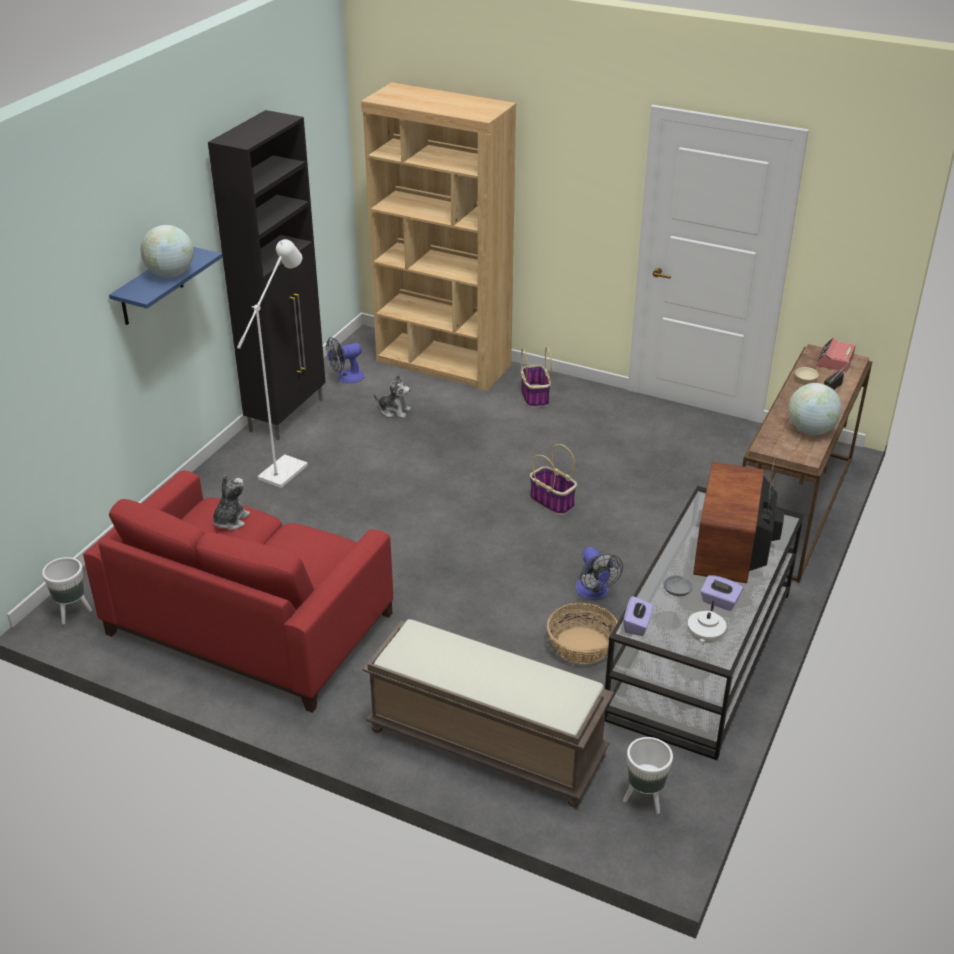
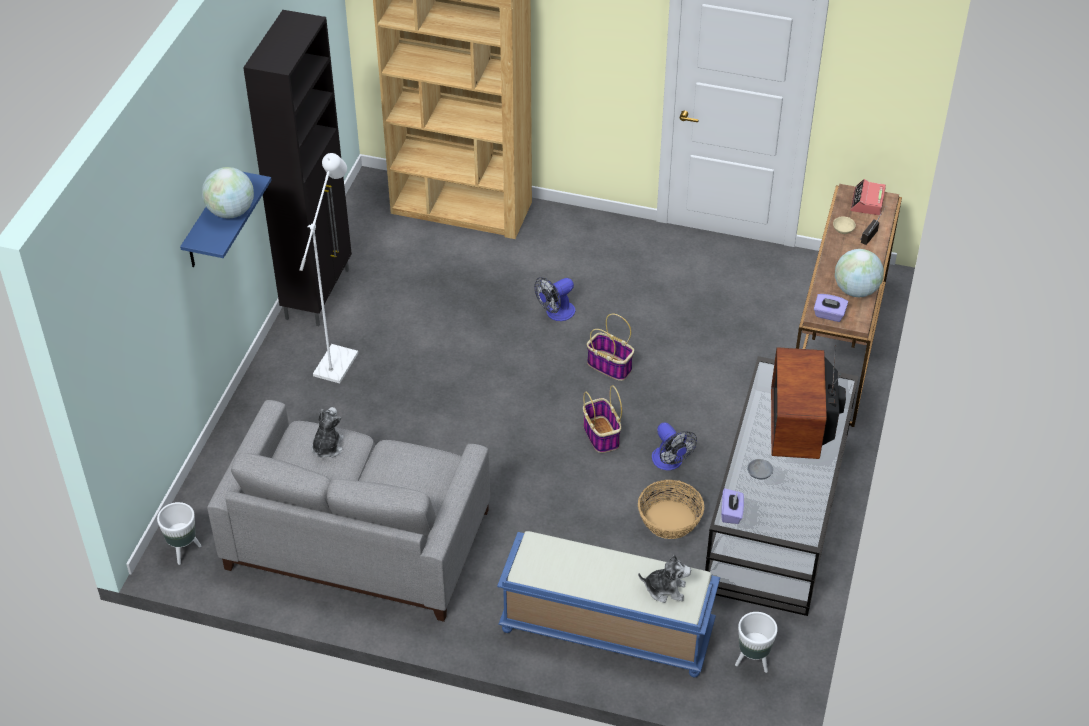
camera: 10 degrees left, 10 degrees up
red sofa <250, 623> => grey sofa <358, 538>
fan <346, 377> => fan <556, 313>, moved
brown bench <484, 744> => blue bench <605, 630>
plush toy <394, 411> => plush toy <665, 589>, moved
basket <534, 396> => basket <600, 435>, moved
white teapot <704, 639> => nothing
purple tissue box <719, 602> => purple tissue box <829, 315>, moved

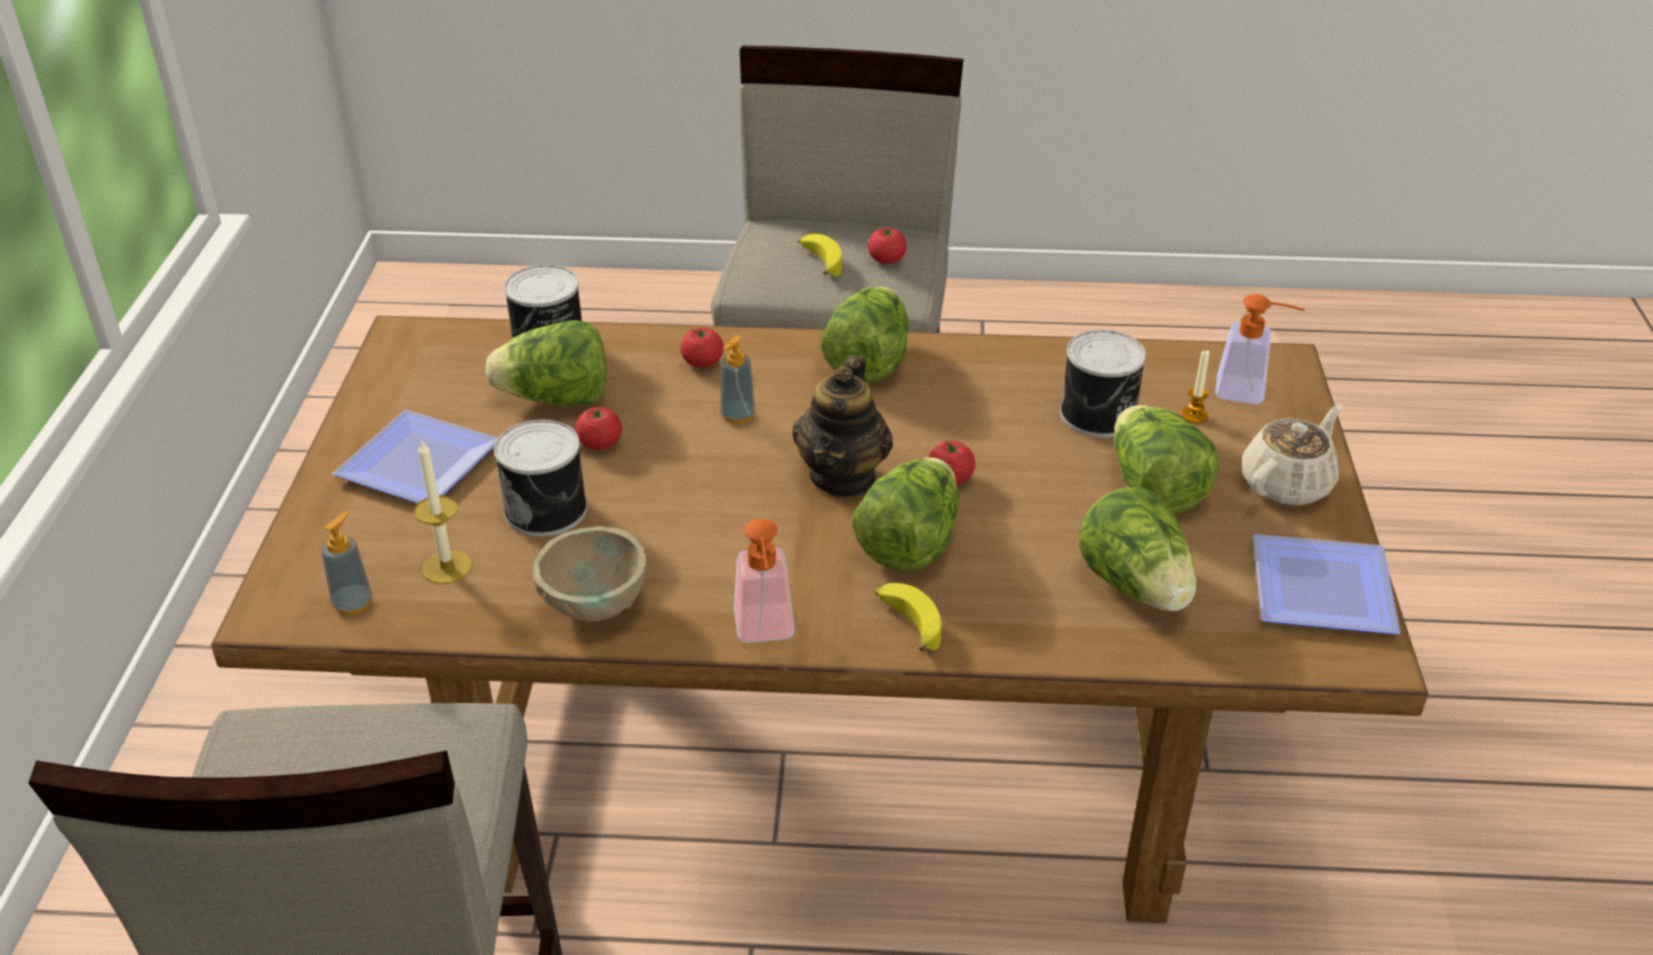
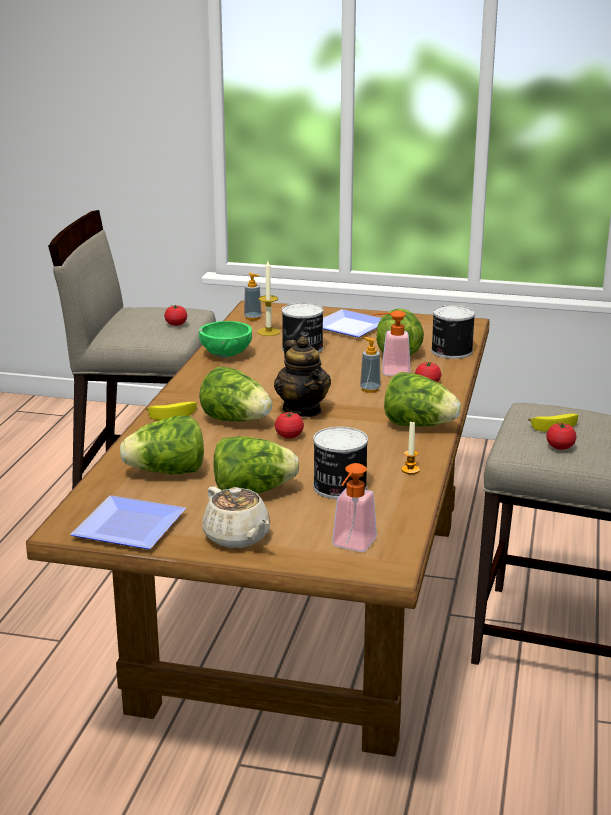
camera: 100 degrees right, 15 degrees down
beige bowl <593, 606> => green bowl <226, 355>
tomato <600, 443> => tomato <176, 324>, moved
soap dispenser <765, 633> => soap dispenser <389, 371>, moved
teapot <843, 476> => teapot <302, 410>, 135 degrees counterclockwise
candle <1194, 415> => candle <410, 470>, moved

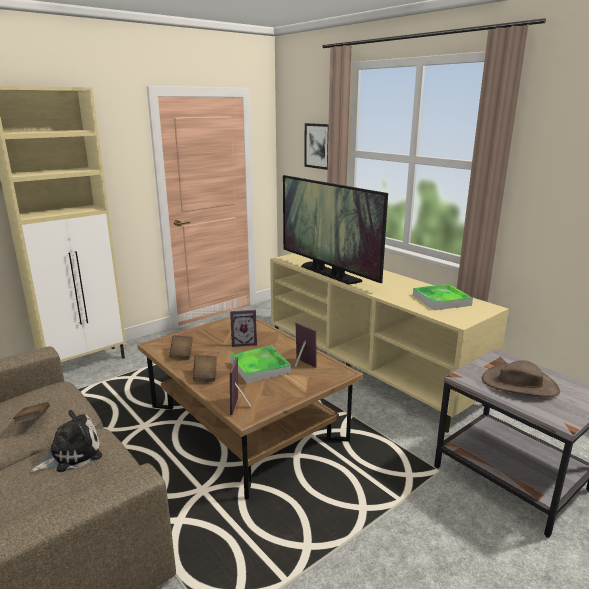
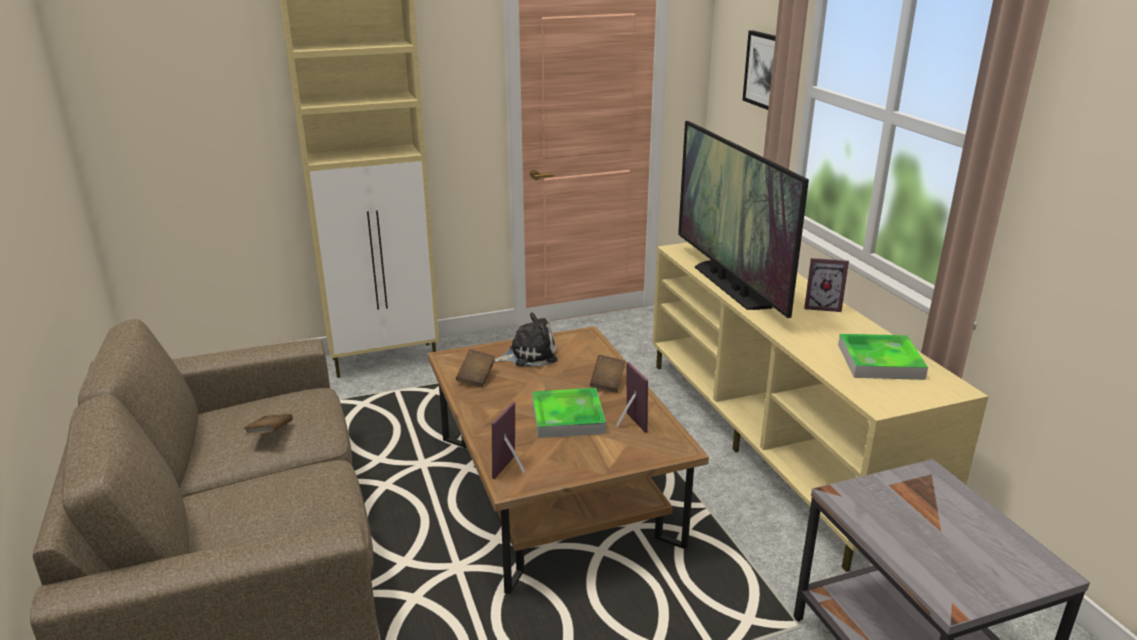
camera: 20 degrees right, 5 degrees up
plush toy <72, 454> => plush toy <529, 355>, moved
brown book <205, 375> => brown book <607, 383>, moved
picture frame <244, 343> => picture frame <822, 306>, moved
brown hat <520, 384> => nothing

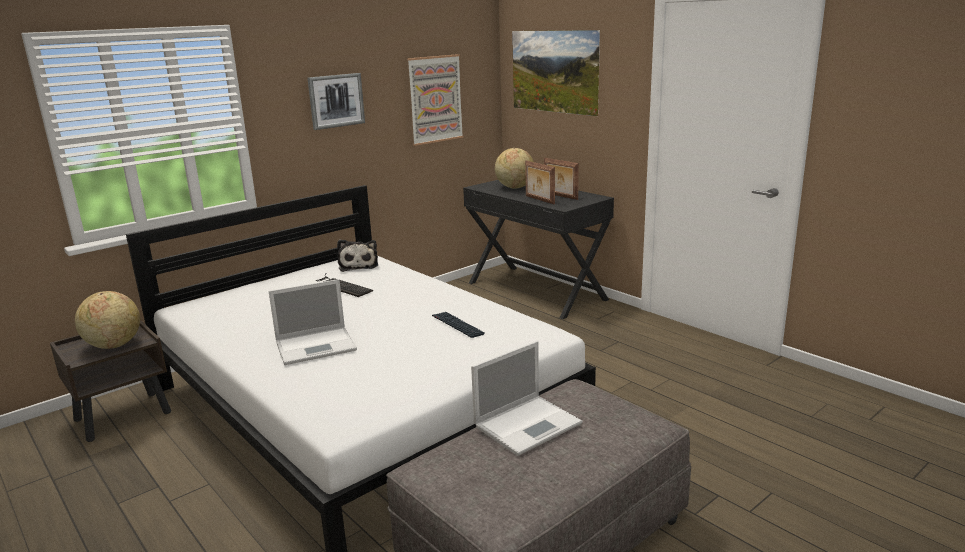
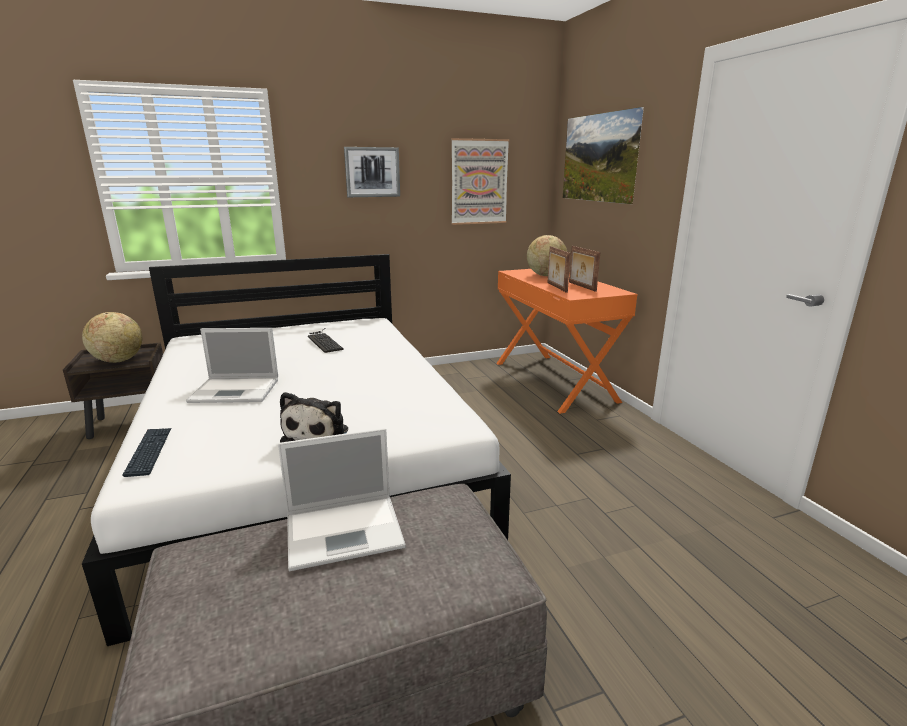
camera: 20 degrees right, 0 degrees up
plush toy <358, 265> => plush toy <318, 434>, moved
keyboard <457, 325> => keyboard <149, 452>, moved
black desk <537, 291> => orange desk <554, 381>

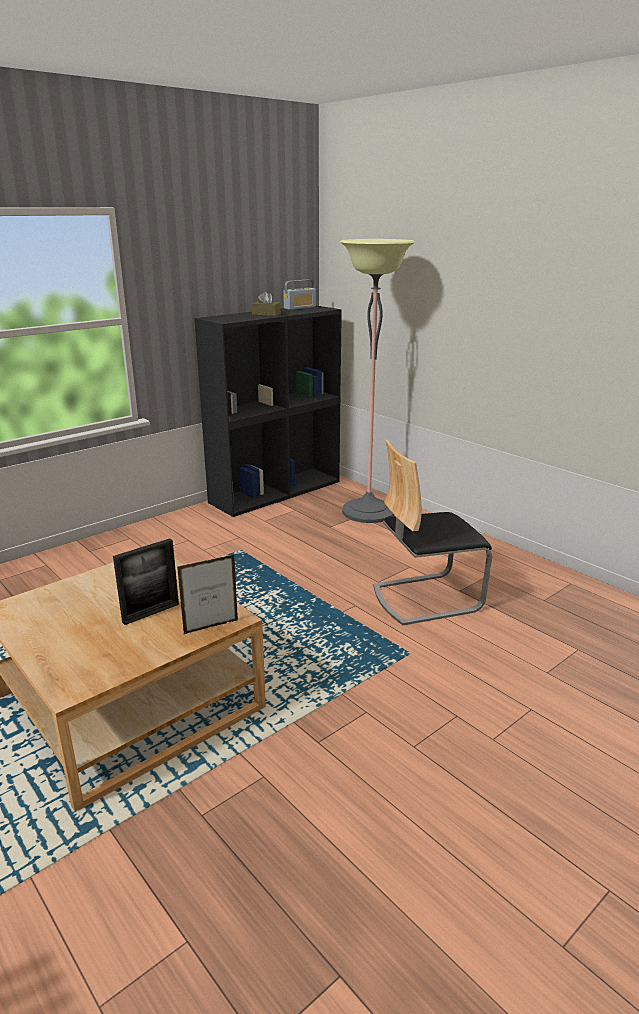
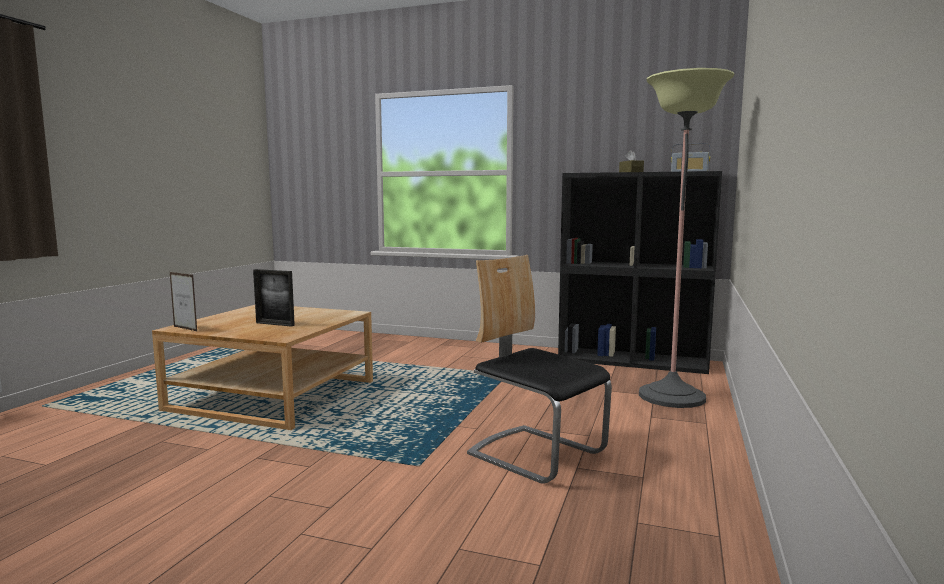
camera: 60 degrees right, 15 degrees down
picture frame <211, 627> => picture frame <185, 329>, moved

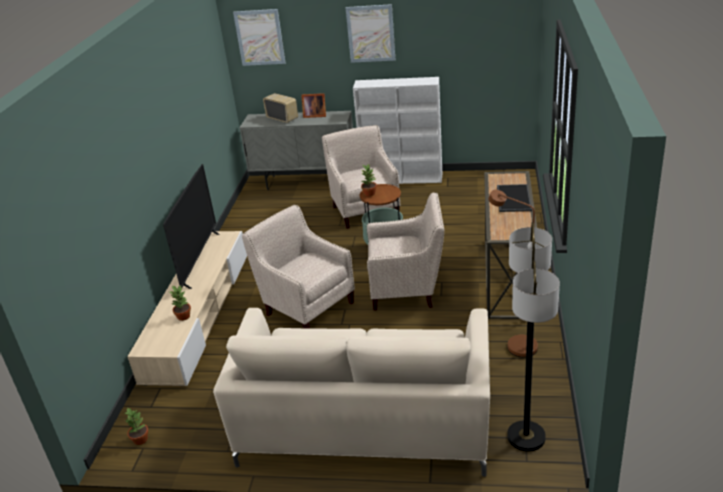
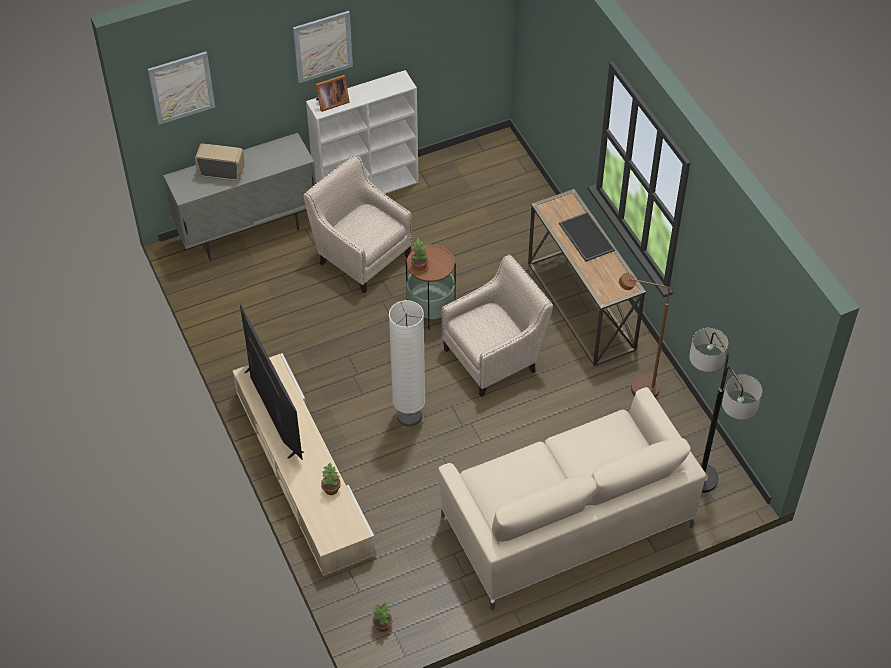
camera: 35 degrees left, 20 degrees up
beige armchair <307, 305> => white floor lamp <409, 416>
picture frame <314, 115> => picture frame <331, 103>, moved

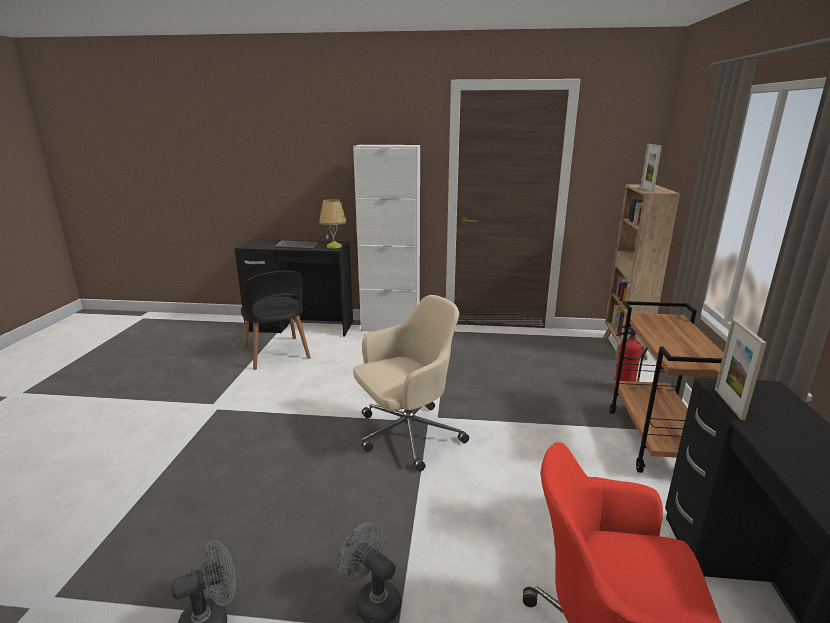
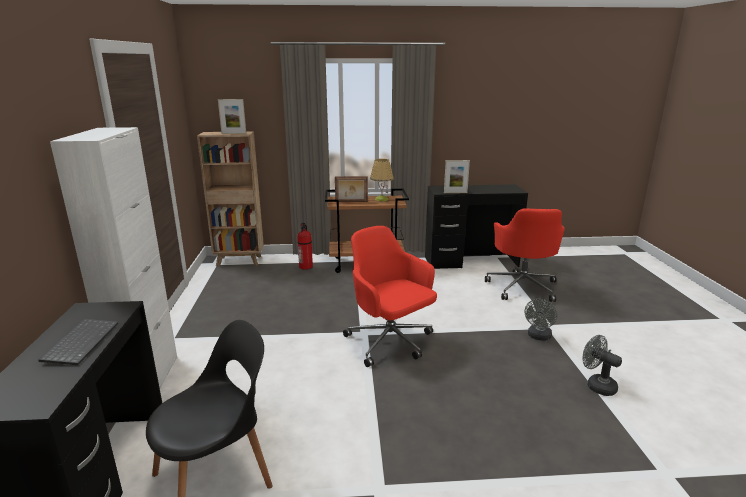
camera: 100 degrees left, 0 degrees up
table lamp <334, 246> => table lamp <381, 199>, moved
beige office chair <406, 435> => red office chair <390, 342>
nothing => picture frame <351, 202>

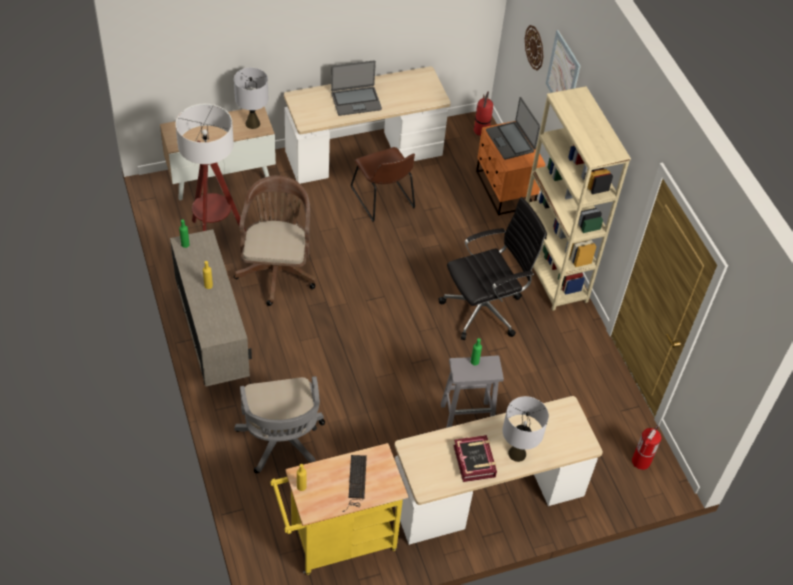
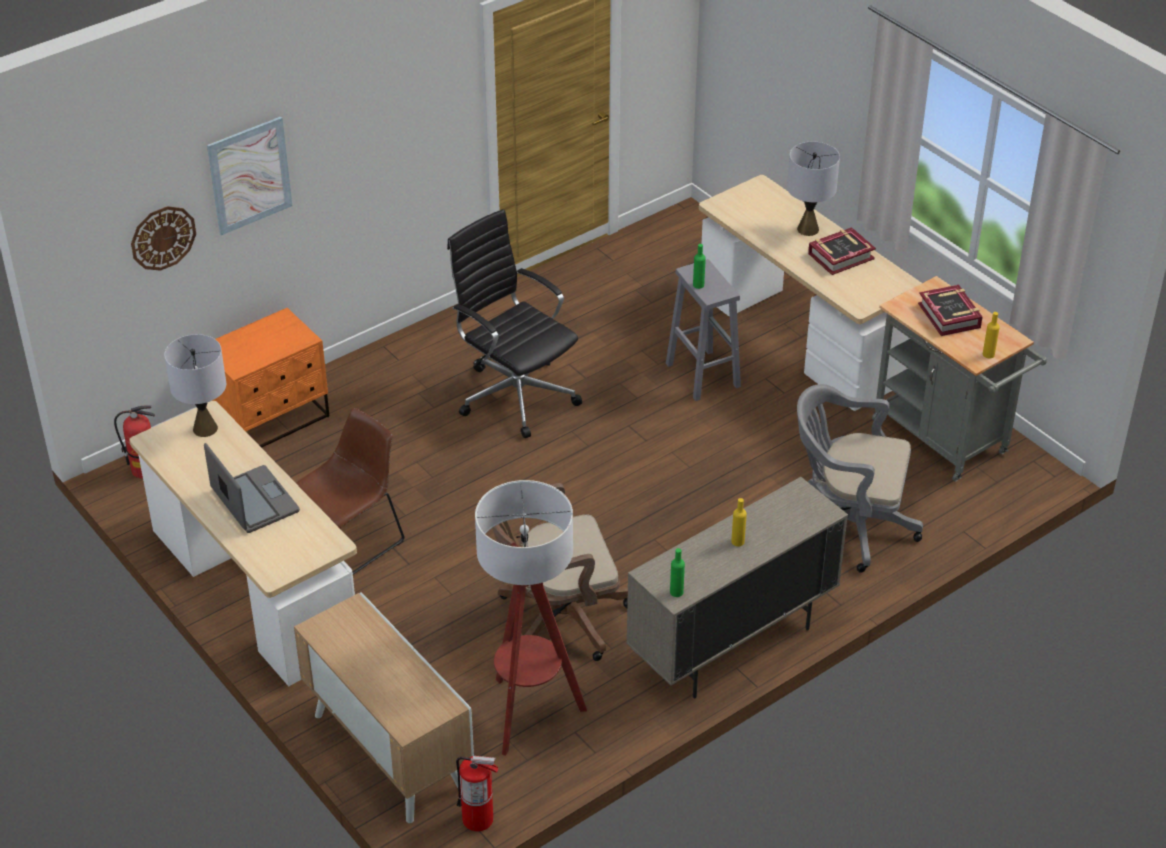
camera: 105 degrees left, 10 degrees down
grey table lamp <253, 123> => grey table lamp <205, 428>, moved
grey office chair <281, 443> => grey office chair <847, 525>, 135 degrees counterclockwise
yellow cart <336, 541> => grey cart <946, 440>
keyboard <356, 482> => book <949, 315>
laptop <510, 141> => nothing
beige bookcase <552, 271> => nothing
fire extinguisher <641, 462> => fire extinguisher <478, 819>, moved

